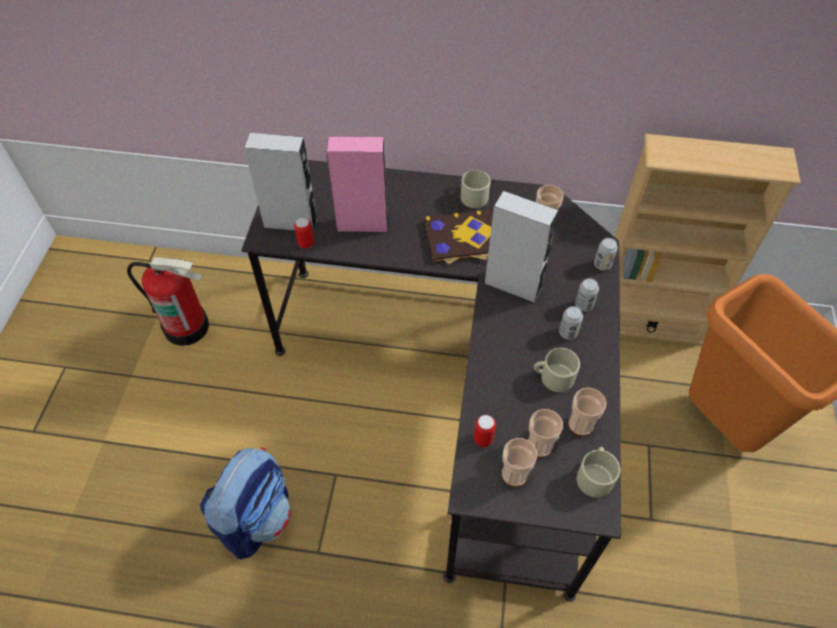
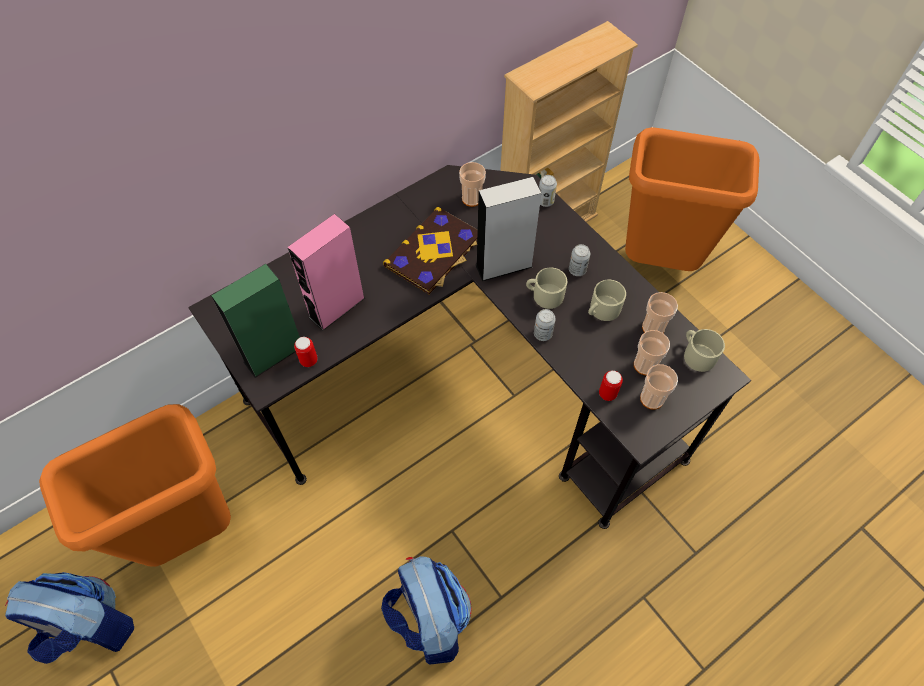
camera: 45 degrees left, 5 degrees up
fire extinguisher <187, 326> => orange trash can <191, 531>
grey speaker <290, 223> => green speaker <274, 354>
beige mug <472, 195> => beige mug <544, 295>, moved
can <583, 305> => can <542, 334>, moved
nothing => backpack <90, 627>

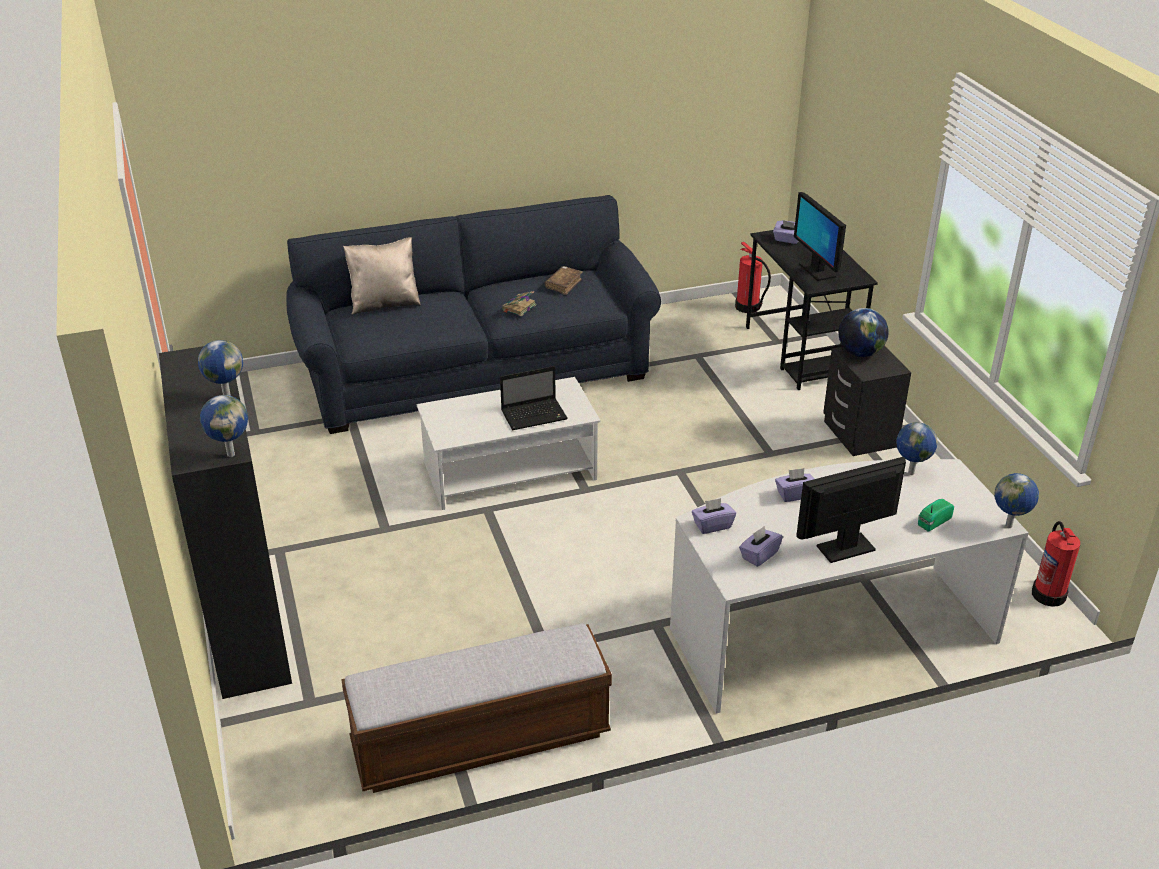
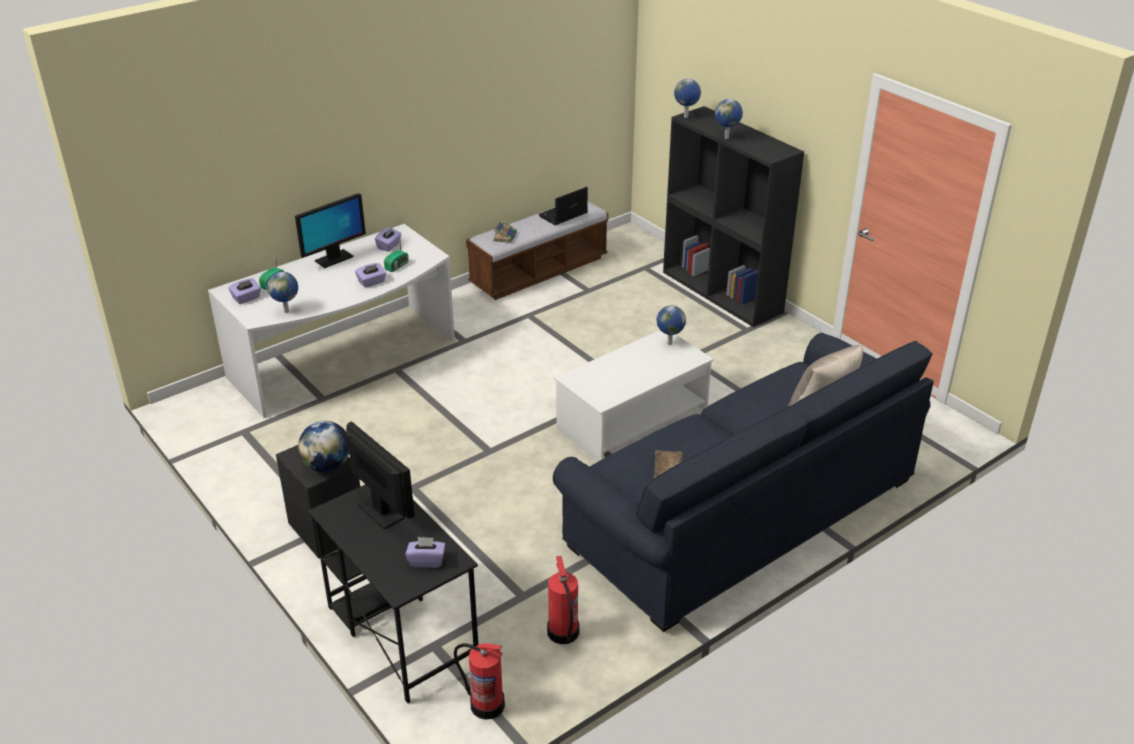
camera: 160 degrees right, 0 degrees up
laptop <535, 415> => laptop <562, 215>, moved
book <518, 308> => book <505, 236>, moved
purple tissue box <712, 525> => purple tissue box <246, 298>, moved
globe <1009, 526> => globe <669, 343>, moved
fire extinguisher <1048, 594> => fire extinguisher <563, 633>, moved
nothing => radio <397, 266>

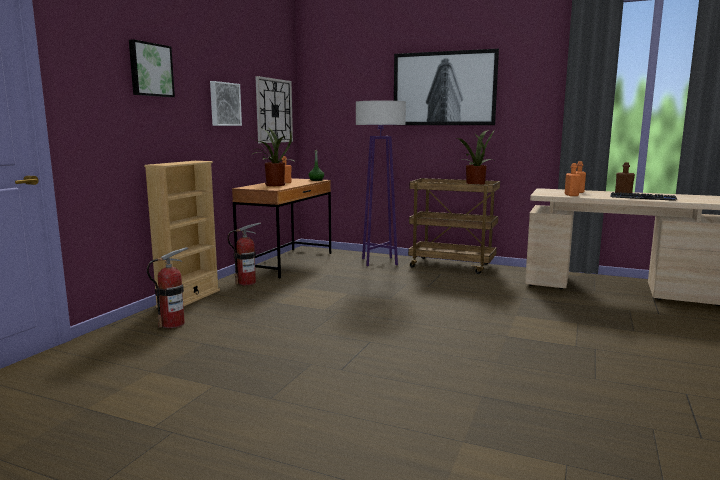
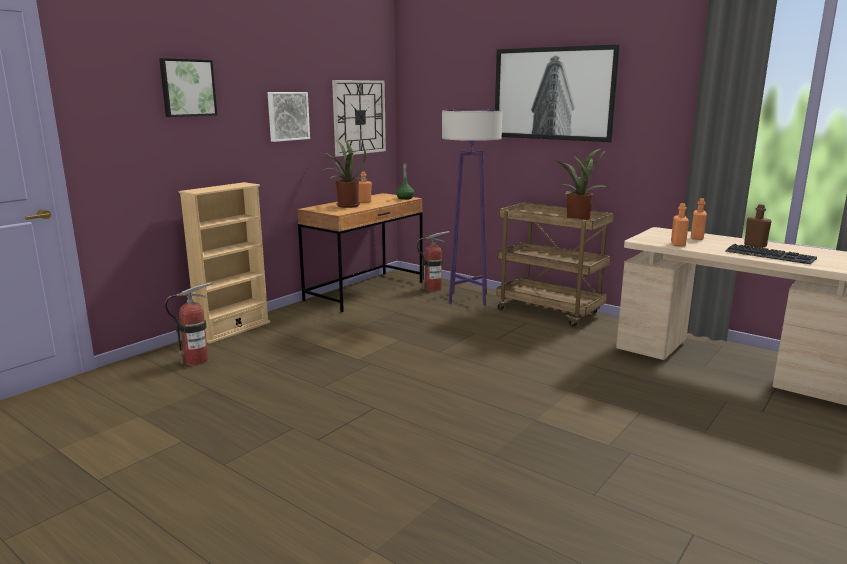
camera: 15 degrees right, 5 degrees up
fire extinguisher <247, 282> => fire extinguisher <433, 288>, moved

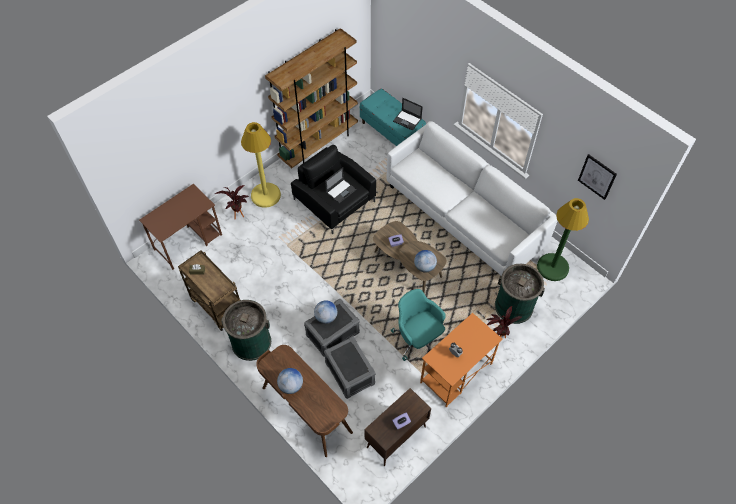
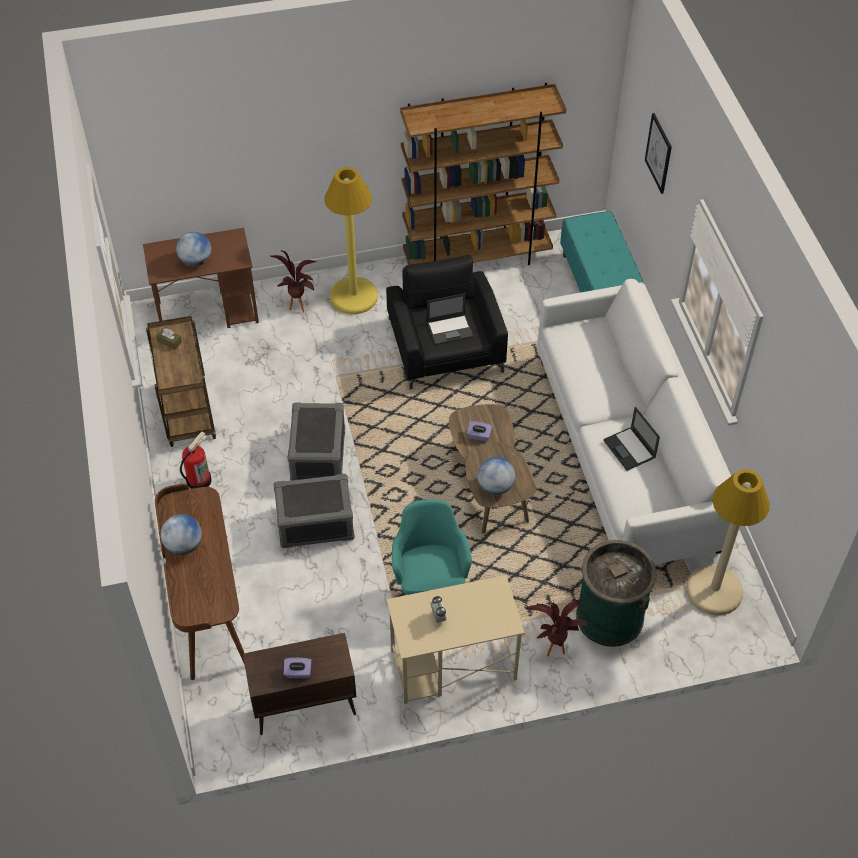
camera: 30 degrees right, 5 degrees down
green trash can <251, 342> => fire extinguisher <199, 480>
globe <326, 317> => globe <196, 261>, moved
grey storage box <349, 372> => grey storage box <318, 455>, moved
laptop <407, 120> => laptop <630, 449>, moved
orange desk <456, 373> => beige desk <452, 665>
green floor lamp <552, 267> => beige floor lamp <714, 591>
picture <597, 176> => picture <659, 153>, moved

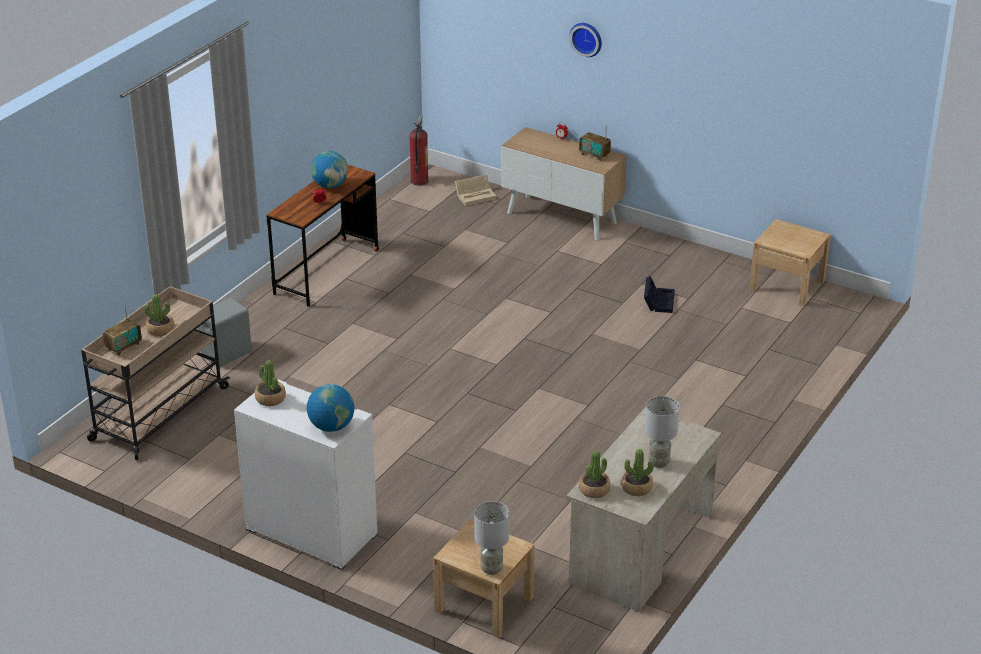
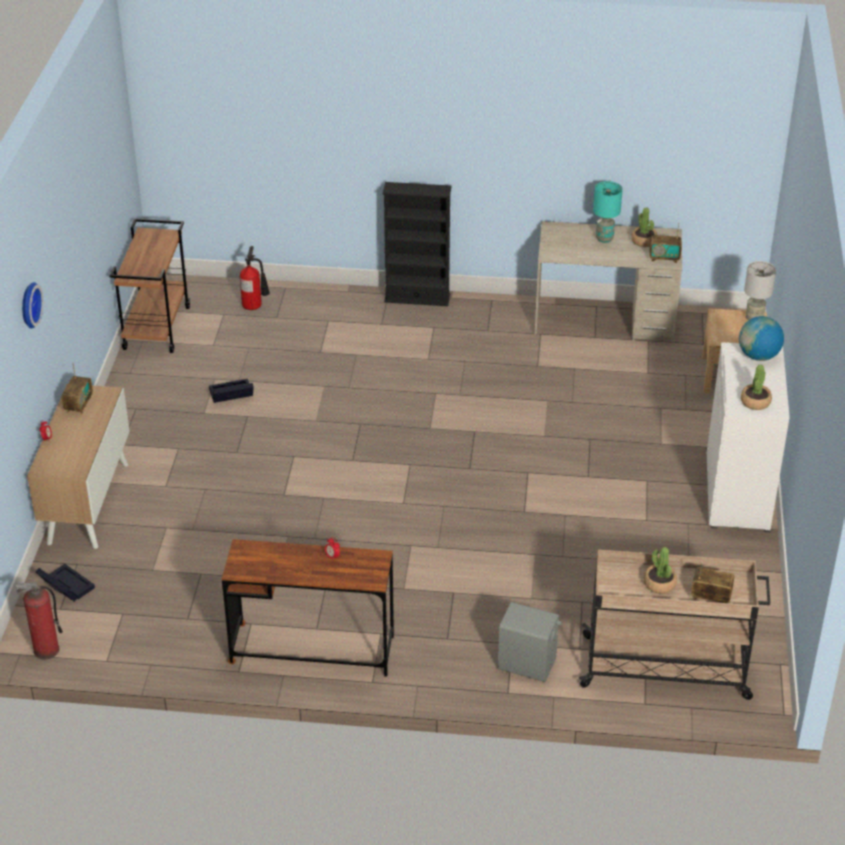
camera: 115 degrees left, 5 degrees up
globe <330, 185> => nothing
beige storage box <476, 196> => black storage box <65, 586>
potted plant <594, 490> => radio <664, 258>
grey table lamp <659, 463> => turquoise table lamp <604, 238>
beige nightstand <787, 285> => brown cart <156, 327>
nothing => fire extinguisher <255, 306>
nothing => black bookcase <417, 298>

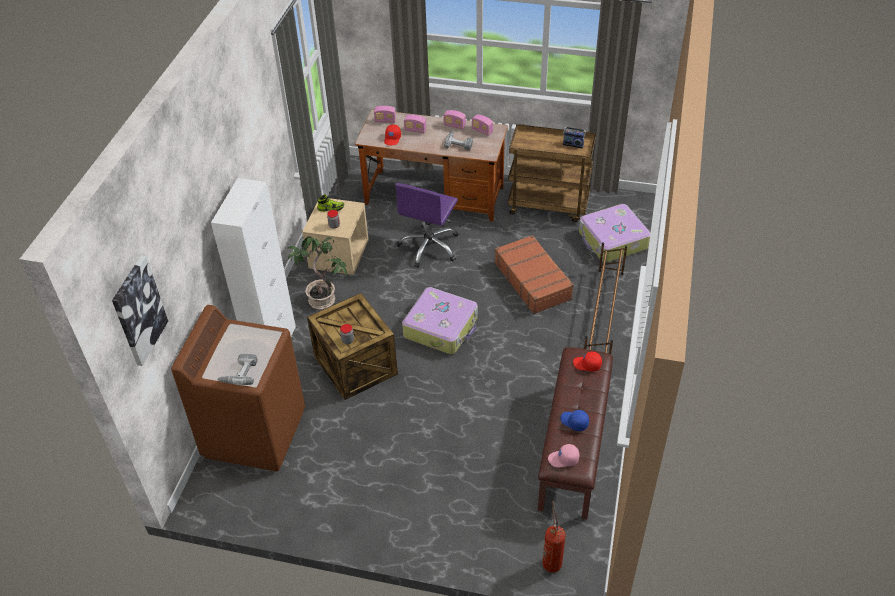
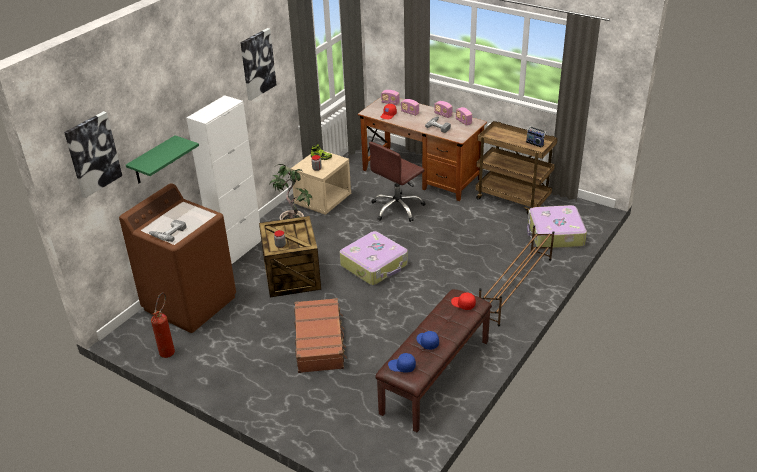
camera: 20 degrees right, 10 degrees down
purple office chair <429, 246> => brown office chair <397, 208>
brown suitcase <533, 281> => brown suitcase <320, 342>, moved
fire extinguisher <551, 559> => fire extinguisher <169, 350>, moved
pink cap <563, 459> => blue cap <402, 366>
nothing => green shelf <153, 161>
nothing => picture <257, 64>

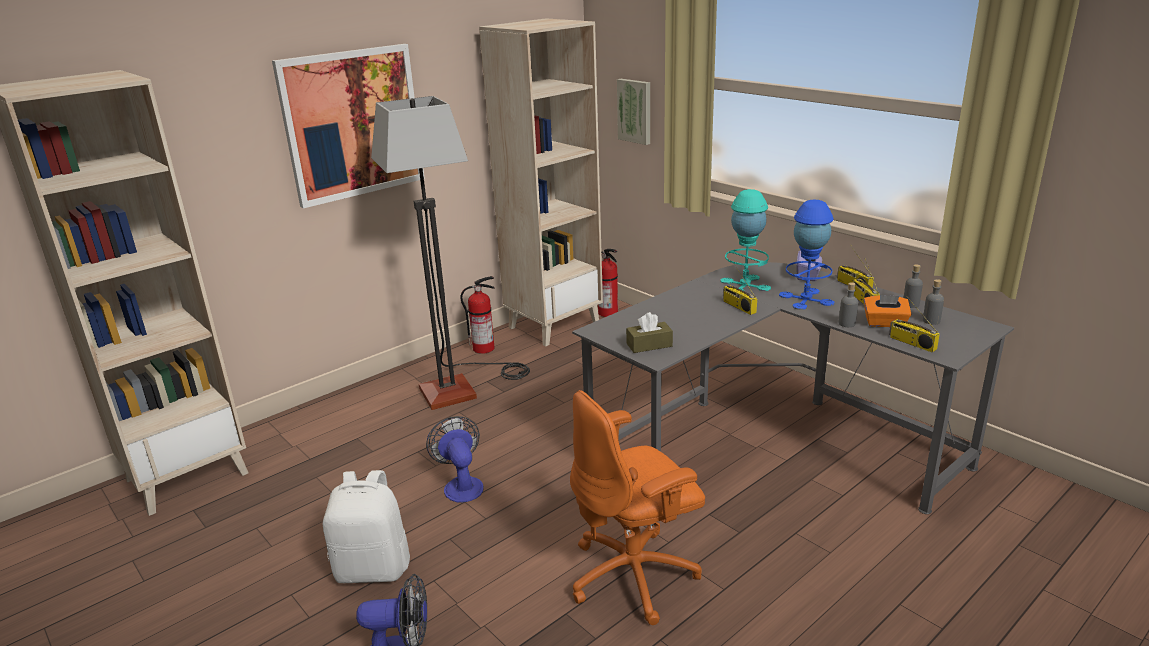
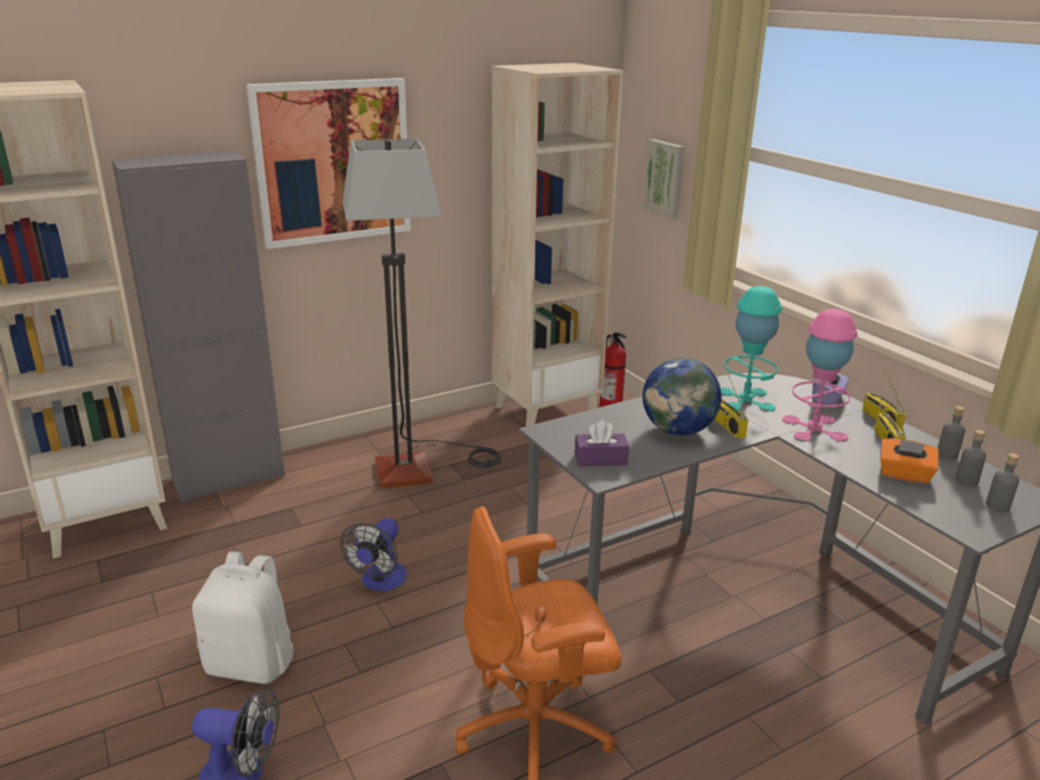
camera: 10 degrees right, 0 degrees up
fan <461, 485> => fan <380, 582>, 150 degrees counterclockwise
fire extinguisher <484, 348> => nothing
brown tissue box <649, 345> => purple tissue box <600, 459>
blue table lamp <806, 299> => pink table lamp <814, 428>
grey bottle <846, 323> => grey bottle <997, 506>, moved
radio <911, 343> => nothing
nothing => grey cabinet <229, 478>
nothing => globe <678, 430>

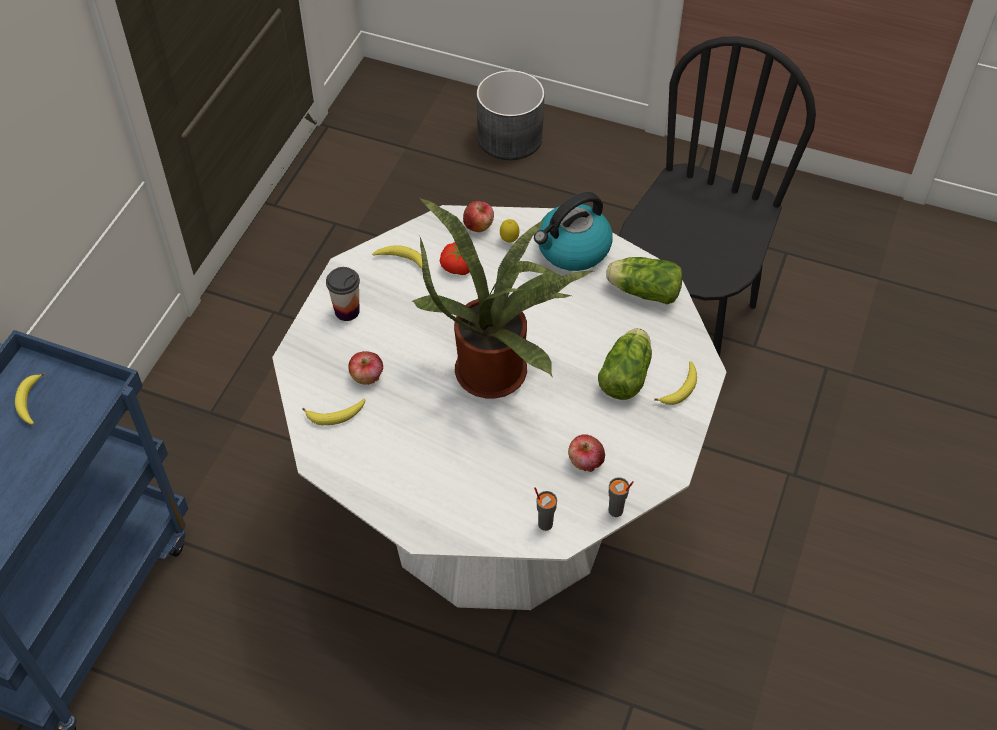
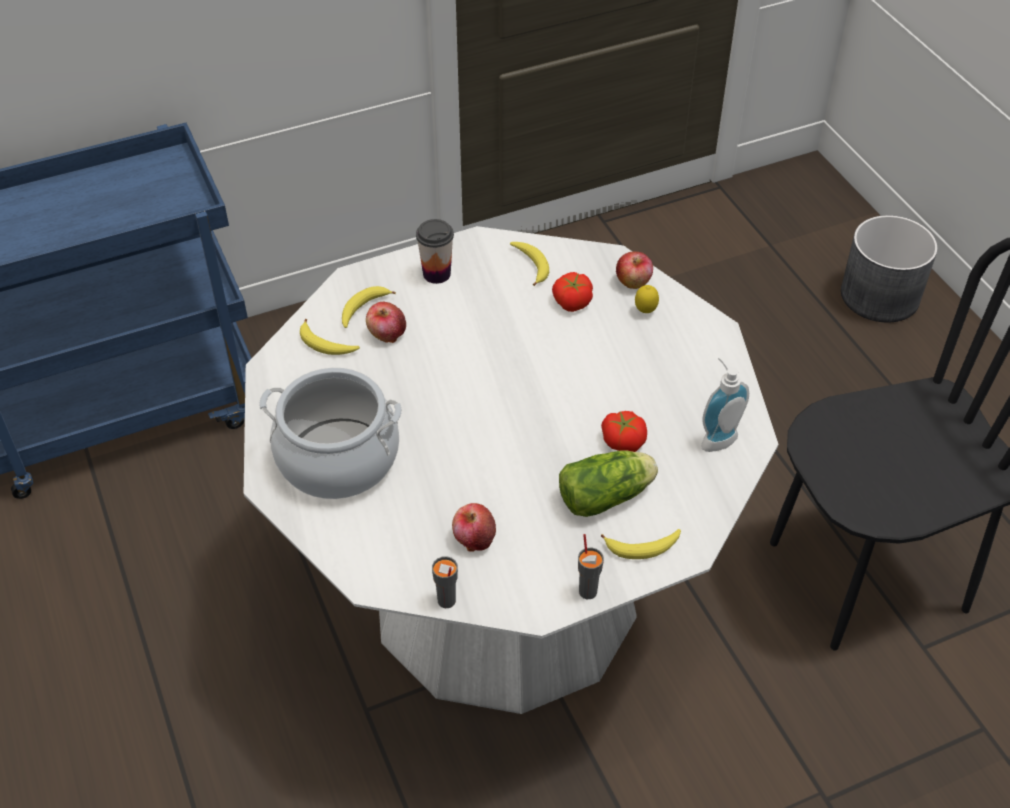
camera: 45 degrees right, 5 degrees down
banana <30, 402> => banana <363, 309>, moved
potted plant <497, 369> => nothing
kettle <572, 249> => nothing
grey cup <545, 523> => grey cup <588, 591>, moved
lettuce <642, 291> => soap dispenser <716, 438>
nothing => cooking pot <338, 459>
nothing => tomato <623, 440>

